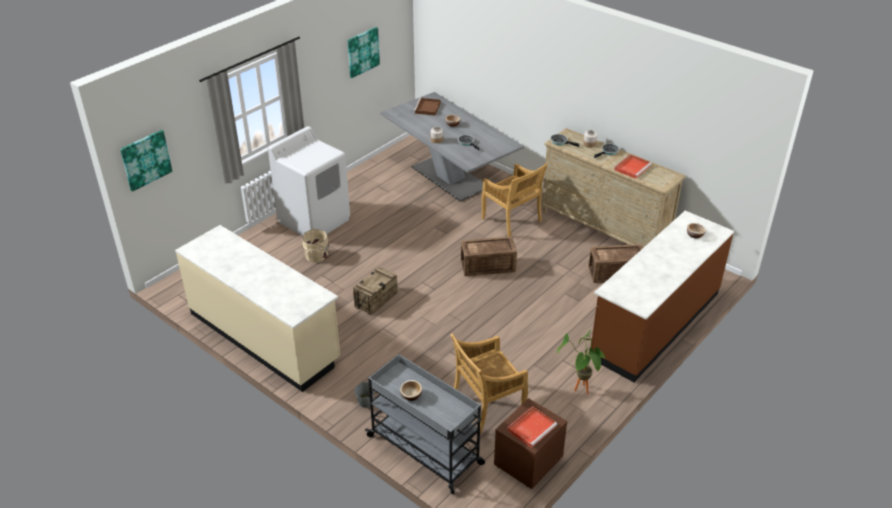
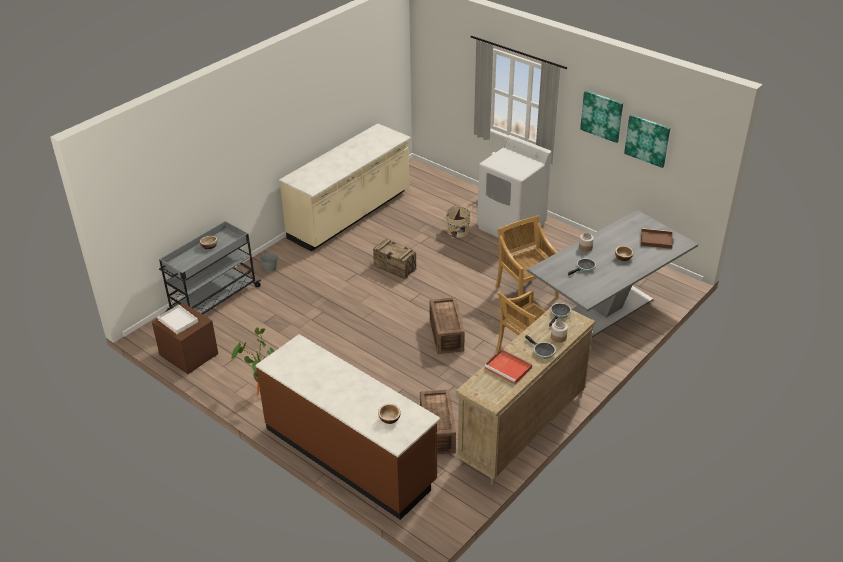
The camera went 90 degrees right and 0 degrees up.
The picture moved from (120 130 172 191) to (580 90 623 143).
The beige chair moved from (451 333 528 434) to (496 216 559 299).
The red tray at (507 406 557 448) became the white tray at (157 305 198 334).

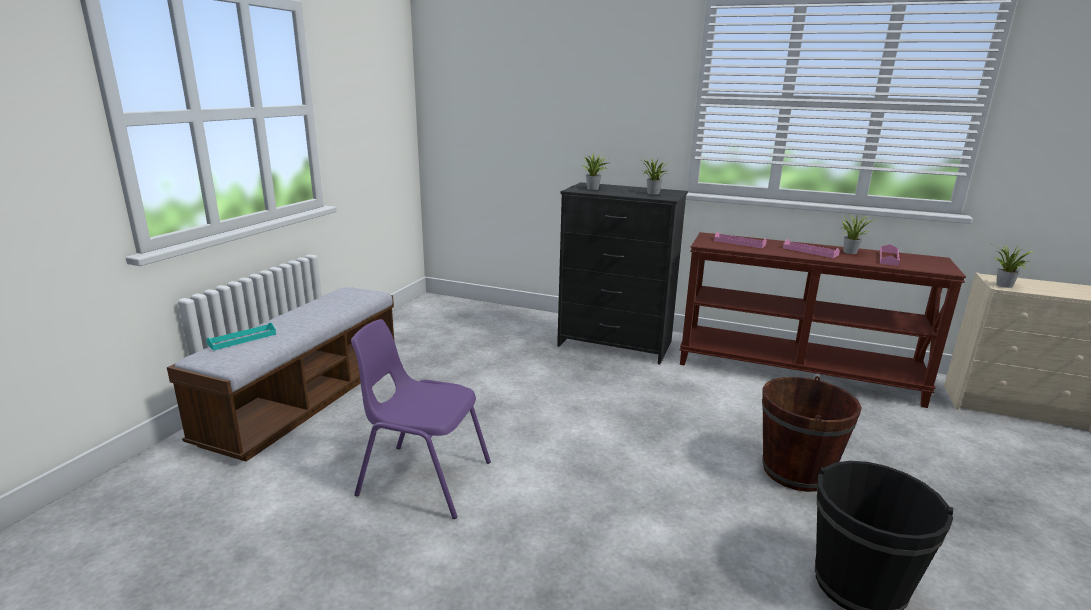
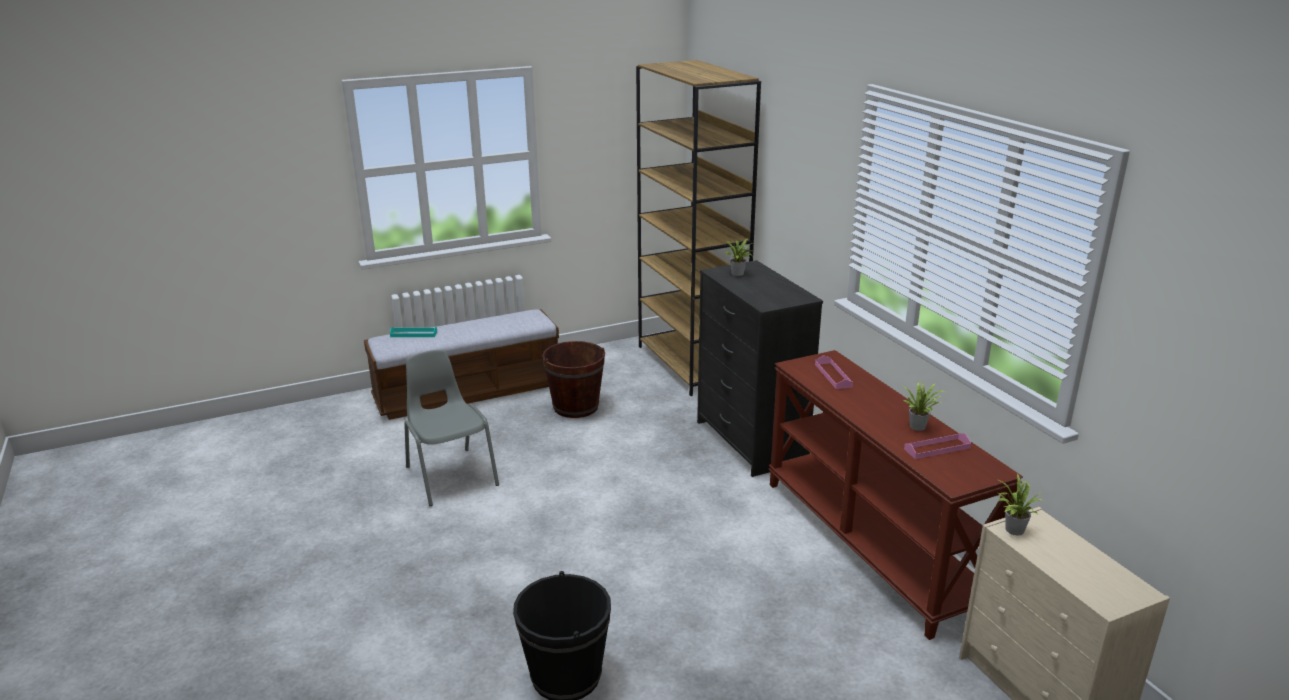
The camera went 45 degrees right and 5 degrees up.
The potted plant at (643 158 671 195) disappeared.
The pink tray at (783 239 840 258) disappeared.
The purple chair at (351 319 491 519) became the grey chair at (404 350 499 506).
The brown bucket moved from (762 376 862 492) to (542 341 605 418).
The brown bookcase at (636 60 761 396) appeared.

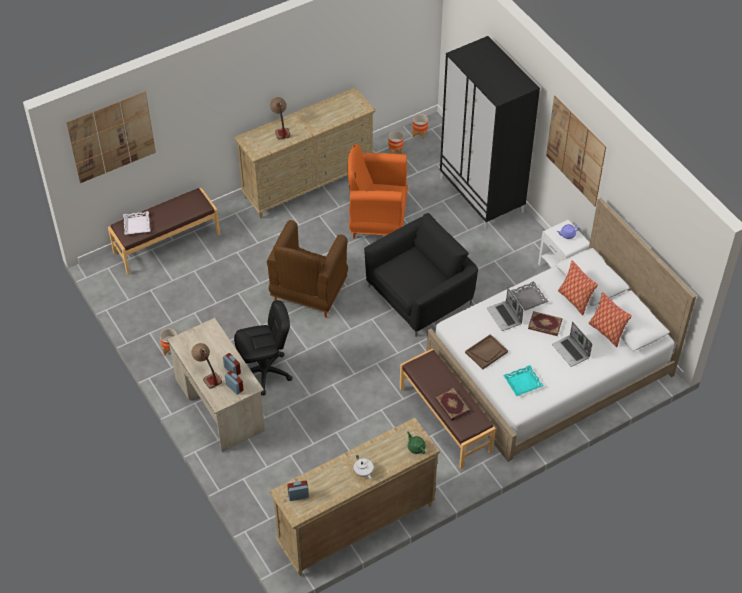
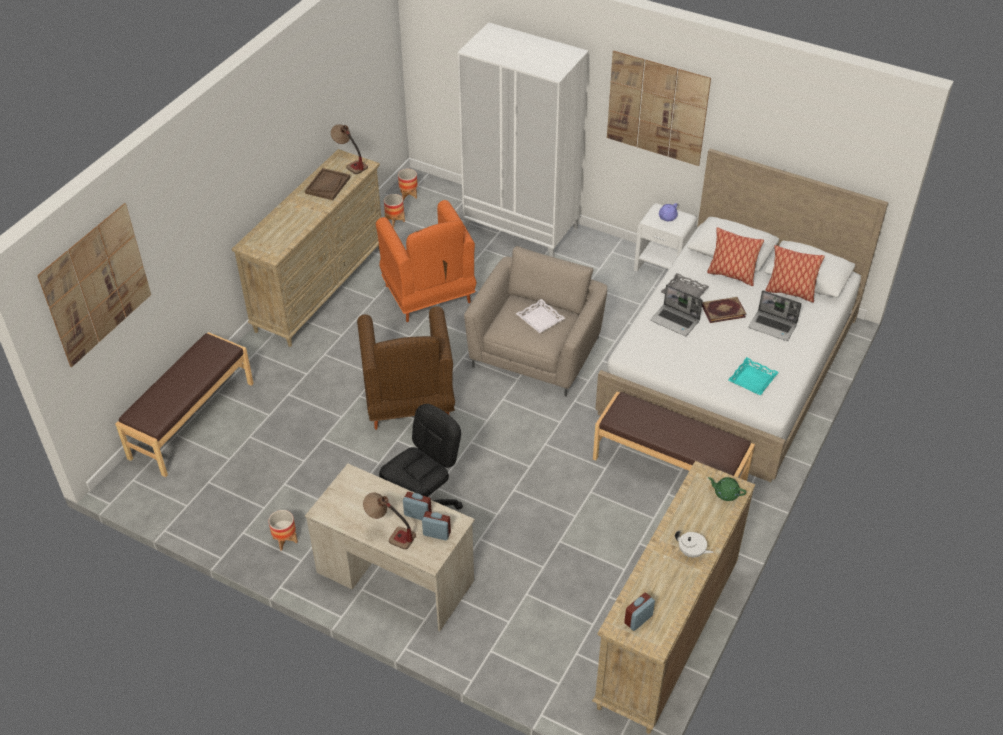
The camera went 30 degrees left and 5 degrees down.
The black wardrobe at (440 36 540 230) became the white wardrobe at (457 23 589 258).
The table lamp moved from (270 97 291 139) to (331 125 368 174).
The orange armchair at (347 144 408 239) turned 90 degrees counterclockwise.
The white tray moved from (123 211 151 235) to (516 299 565 333).
The black armchair at (364 213 478 337) became the beige armchair at (464 246 607 397).
The brown tray moved from (465 334 508 369) to (305 168 350 200).
The book at (435 388 470 421) disappeared.

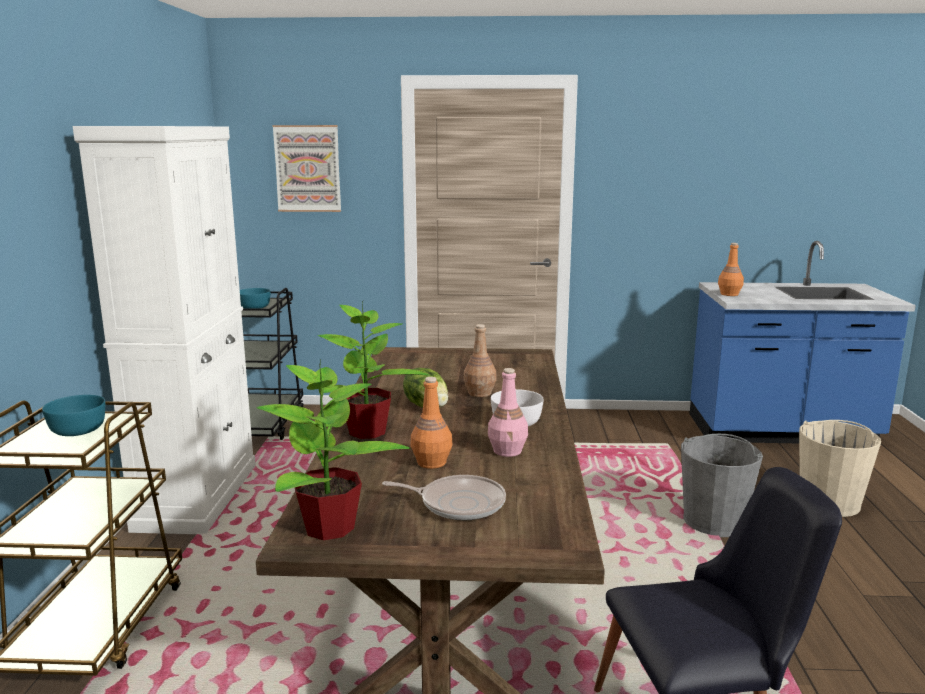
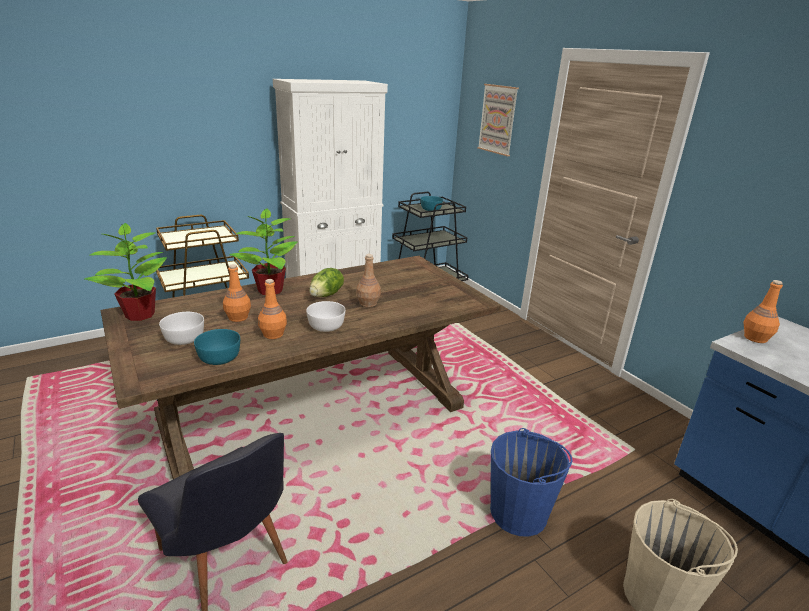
The camera went 55 degrees right and 10 degrees up.
The pink bottle at (488 368 528 457) became the orange bottle at (258 279 287 339).
The turquoise bowl moved from (42 395 105 436) to (194 329 240 365).
The grey bucket at (681 434 763 537) became the blue bucket at (490 428 573 537).
The frying pan at (382 475 506 521) was replaced by the white bowl at (159 312 204 345).

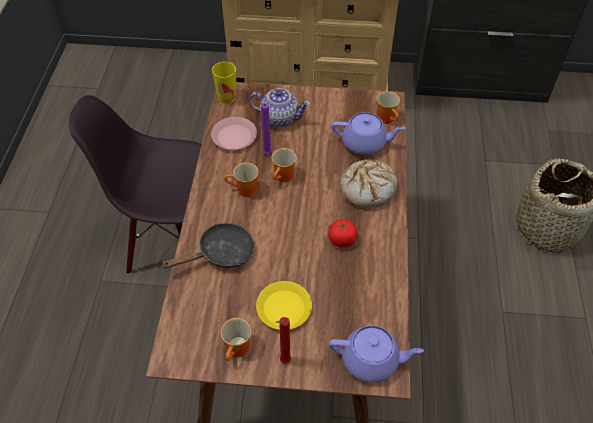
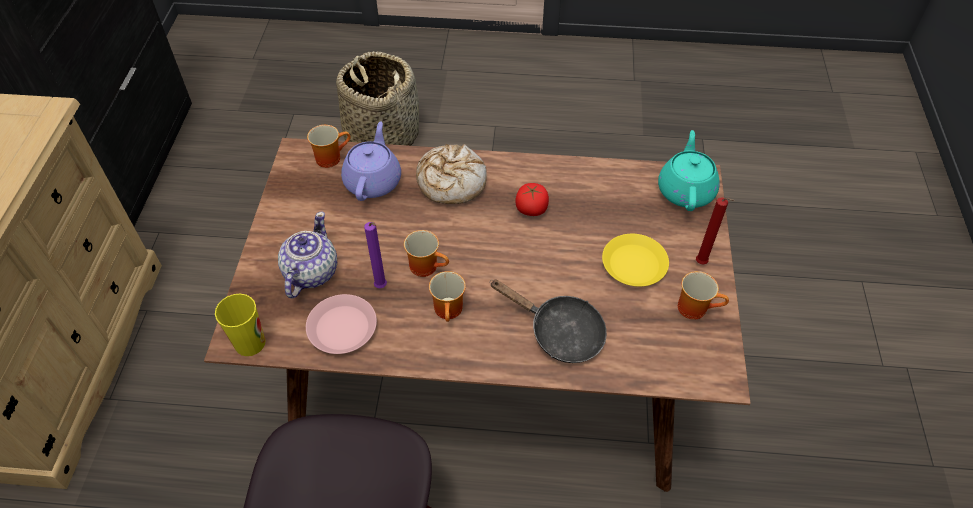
The camera went 90 degrees left and 0 degrees up.
The black frying pan at (161 223 255 269) turned 150 degrees clockwise.
The purple teapot at (329 325 424 383) became the turquoise teapot at (658 130 720 211).

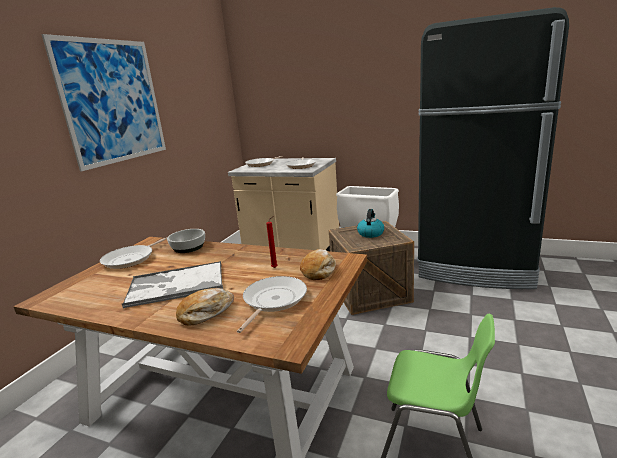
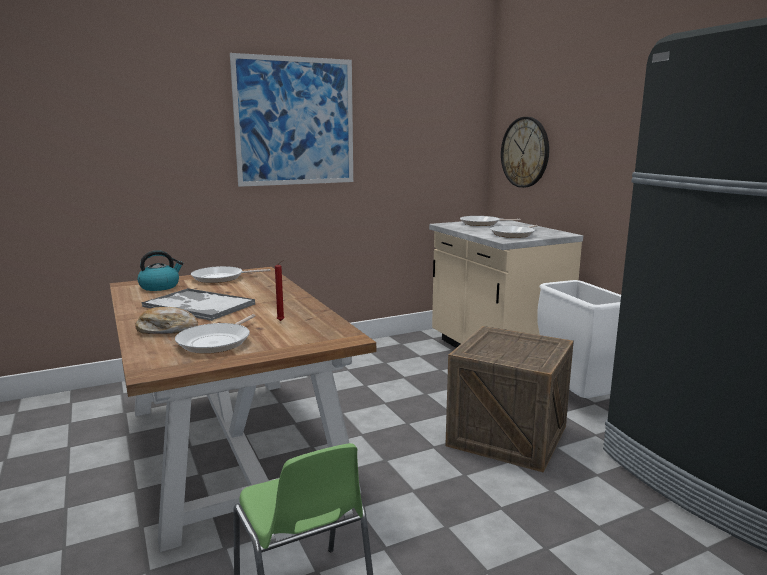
The camera went 40 degrees right and 5 degrees down.
The kettle moved from (357 209 384 238) to (138 250 184 291).
The bowl at (167 229 205 253) disappeared.
The bread at (300 249 336 280) disappeared.
The frying pan at (237 276 307 333) turned 135 degrees clockwise.
The wall clock at (501 117 549 188) appeared.

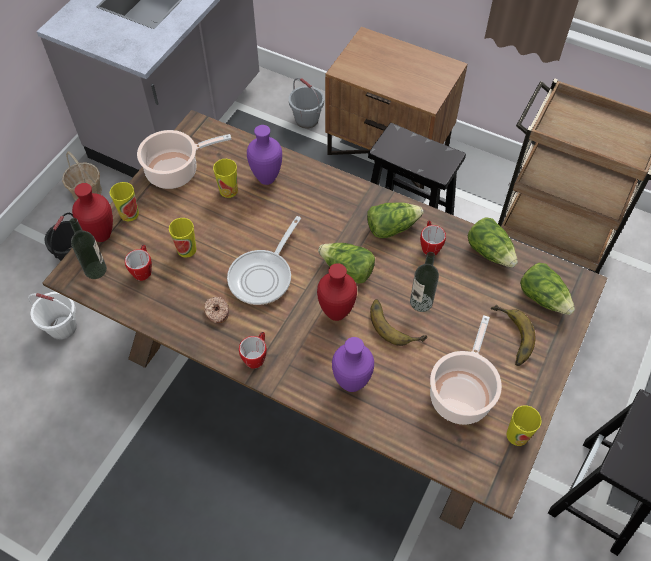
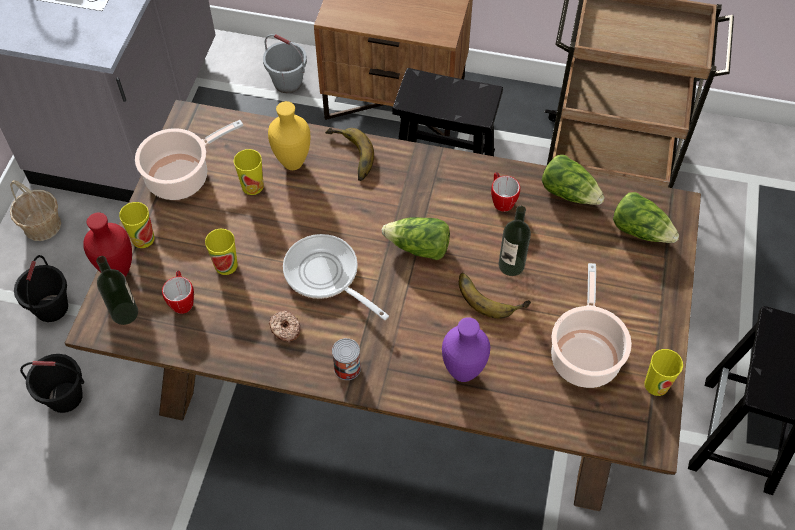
The camera went 15 degrees left and 0 degrees up.
The purple vase at (247 125 282 185) became the yellow vase at (268 101 310 170).
The lettuce at (367 202 423 238) disappeared.
The frying pan at (227 216 301 305) turned 120 degrees clockwise.
The red vase at (317 263 357 321) disappeared.
The white bucket at (28 292 77 340) became the black bucket at (20 354 84 413).
The banana moved from (491 305 535 366) to (325 128 374 181).
The mug at (239 332 267 369) was replaced by the can at (332 338 361 380).

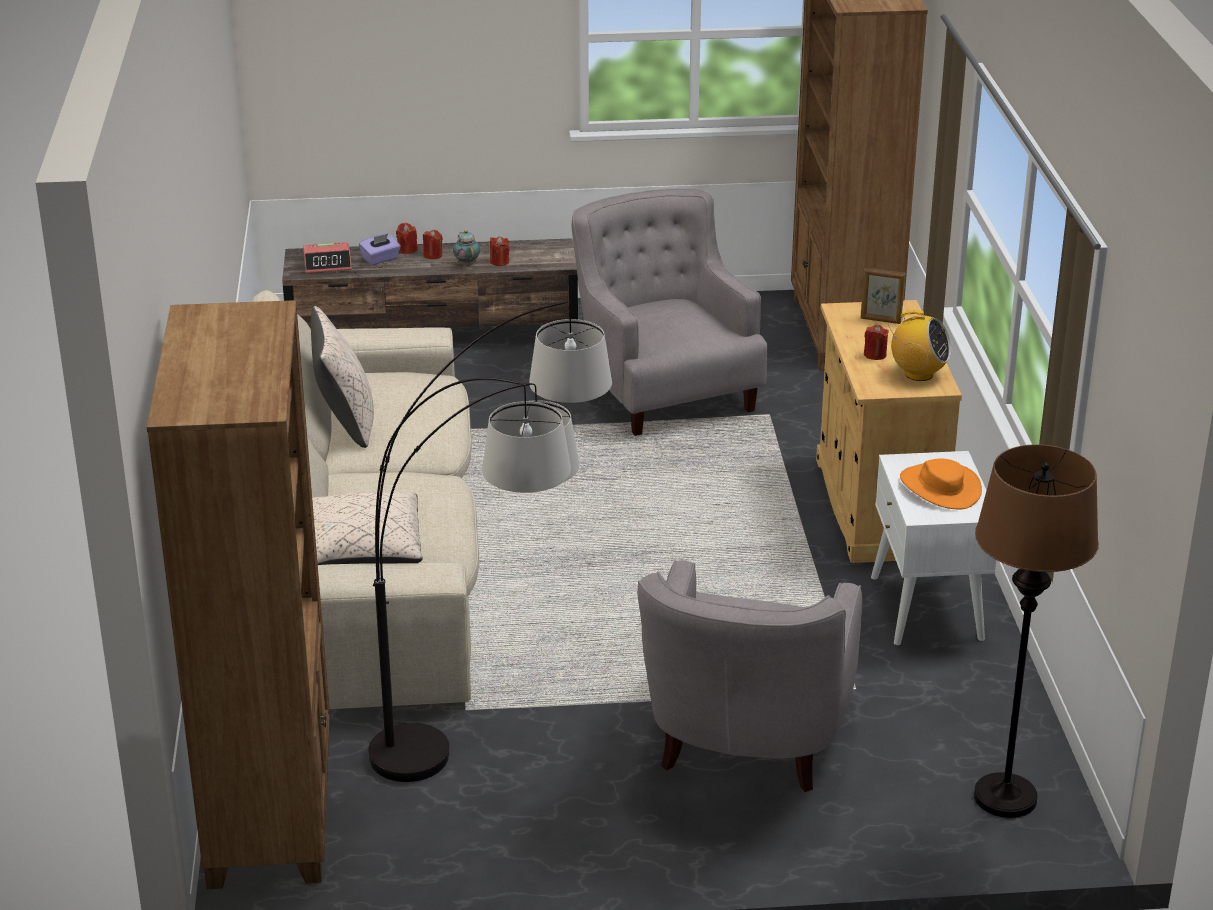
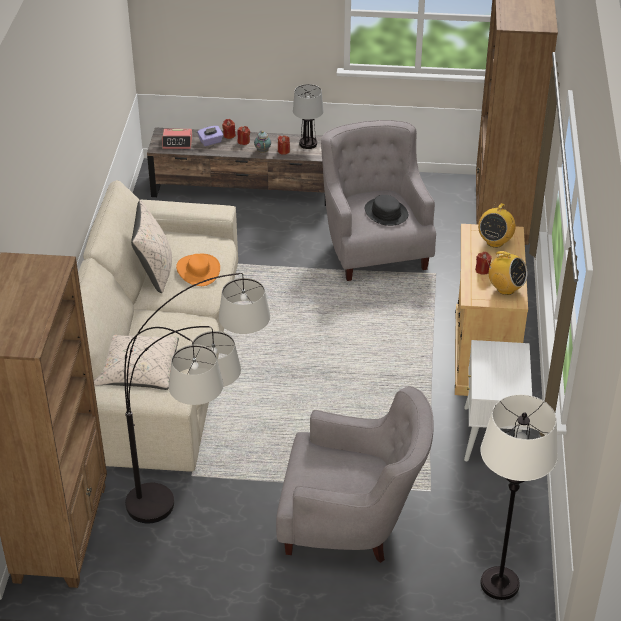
The camera went 10 degrees right and 10 degrees up.
The picture frame at (861 267 905 324) was replaced by the radio at (478 201 516 248).
The brown floor lamp at (974 444 1099 818) became the white floor lamp at (480 394 558 600).
The orange hat moved from (900 459 982 509) to (176 254 220 286).
The grey armchair at (637 560 862 792) turned 105 degrees counterclockwise.
The table lamp at (293 84 323 149) appeared.
The black hat at (365 195 408 226) appeared.

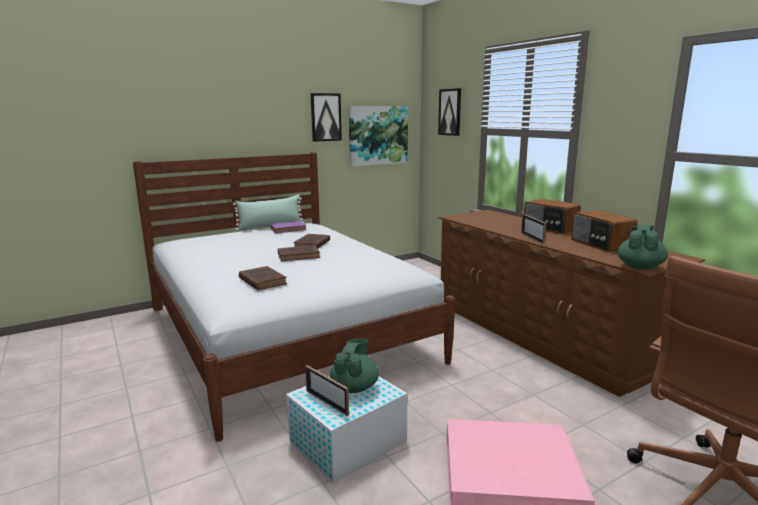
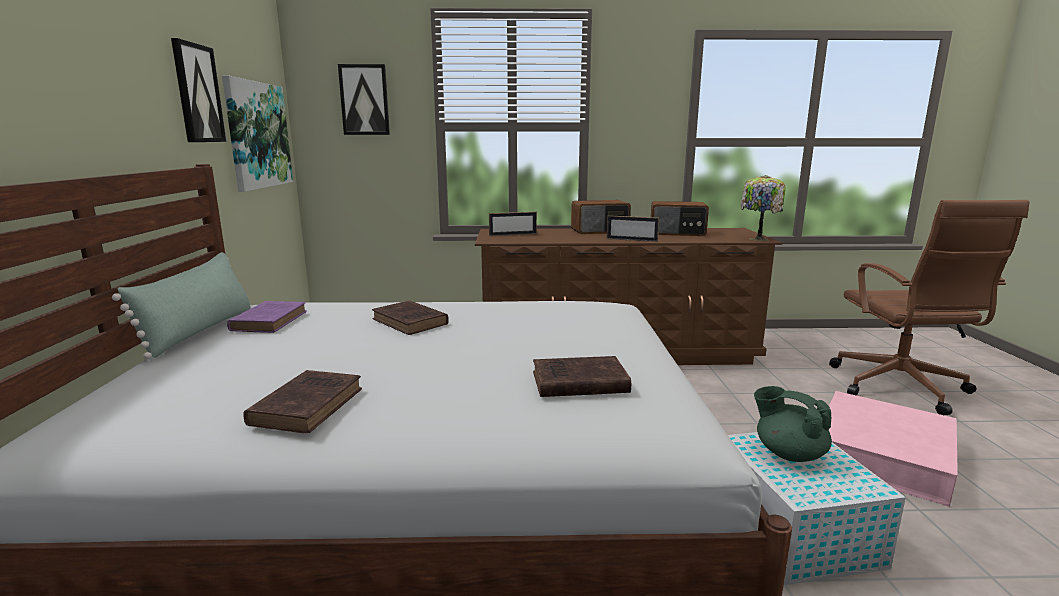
The camera went 60 degrees left and 0 degrees up.
The green teapot at (618 225 668 269) was replaced by the table lamp at (741 175 786 241).
The brown book moved from (278 245 320 261) to (243 370 362 434).
The picture frame moved from (305 365 349 416) to (489 212 537 236).

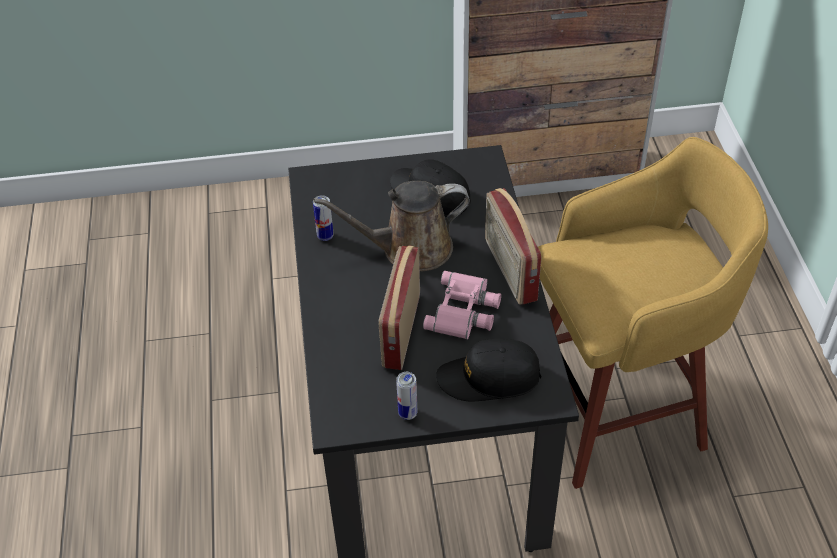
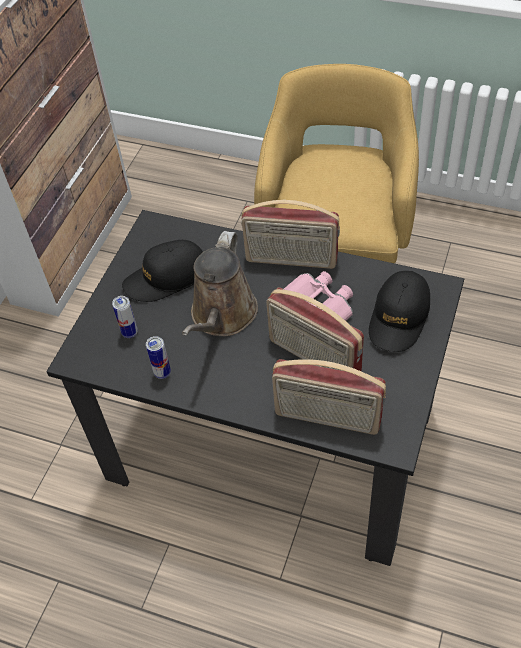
The camera went 60 degrees left and 5 degrees up.
The can moved from (396 372 417 420) to (112 296 138 338).
The radio at (272 359 386 435) appeared.

